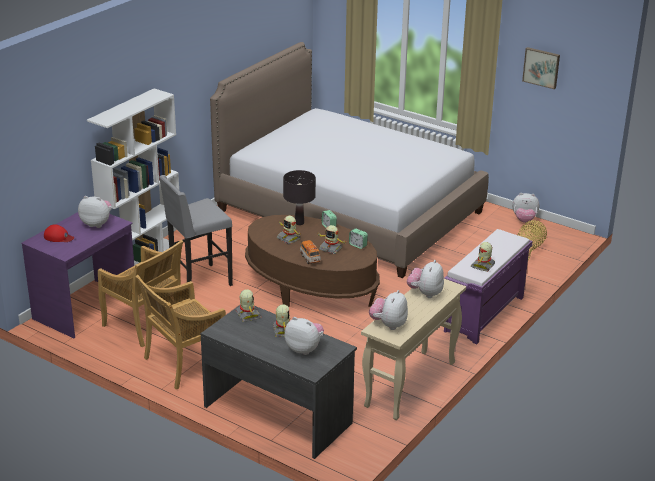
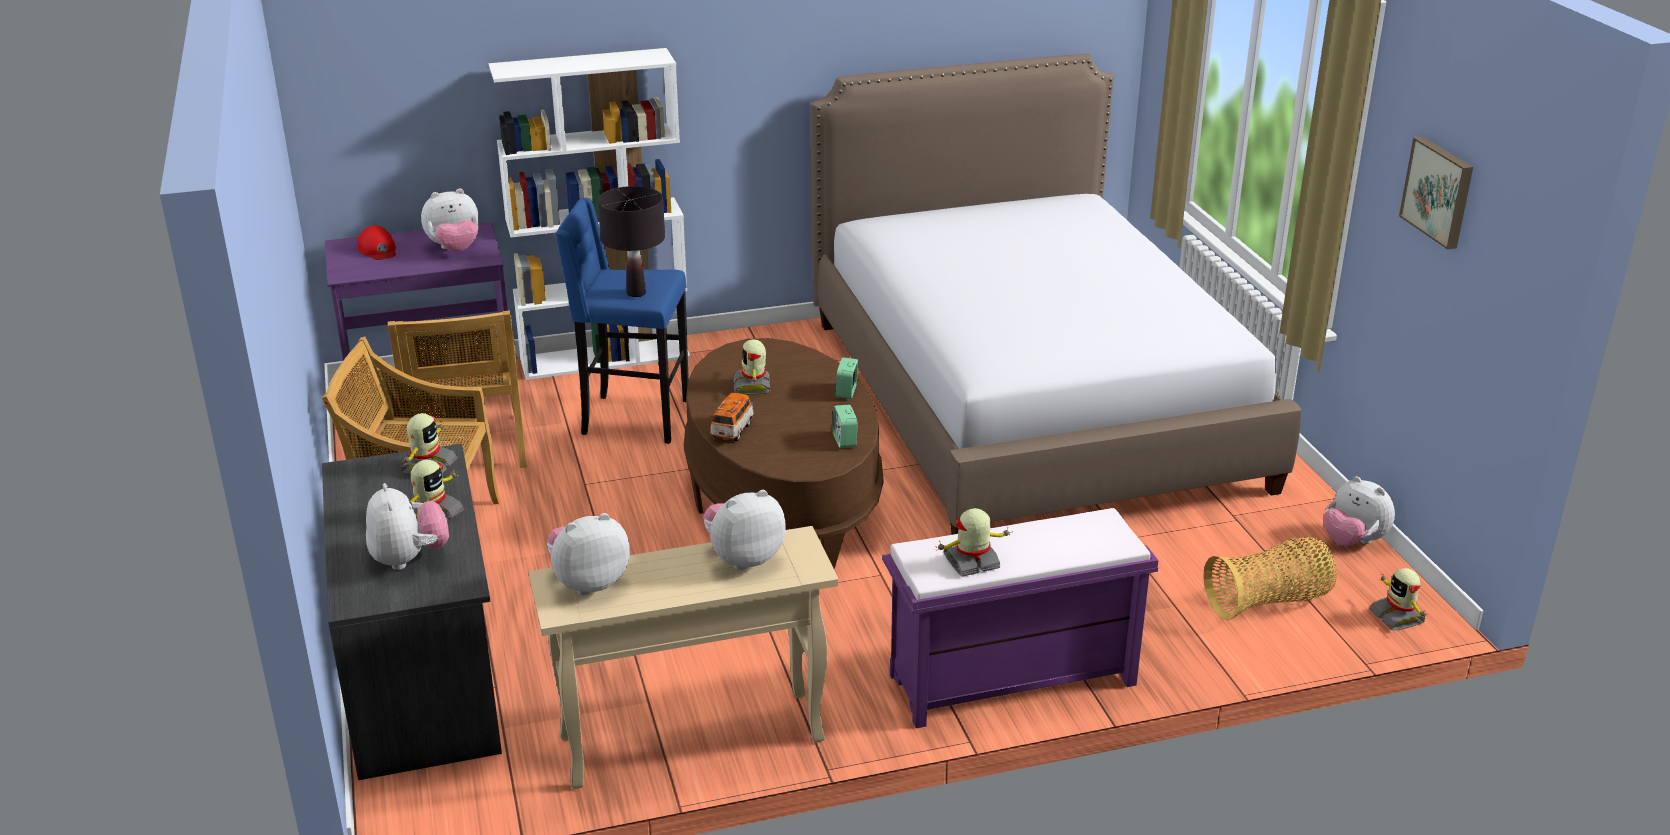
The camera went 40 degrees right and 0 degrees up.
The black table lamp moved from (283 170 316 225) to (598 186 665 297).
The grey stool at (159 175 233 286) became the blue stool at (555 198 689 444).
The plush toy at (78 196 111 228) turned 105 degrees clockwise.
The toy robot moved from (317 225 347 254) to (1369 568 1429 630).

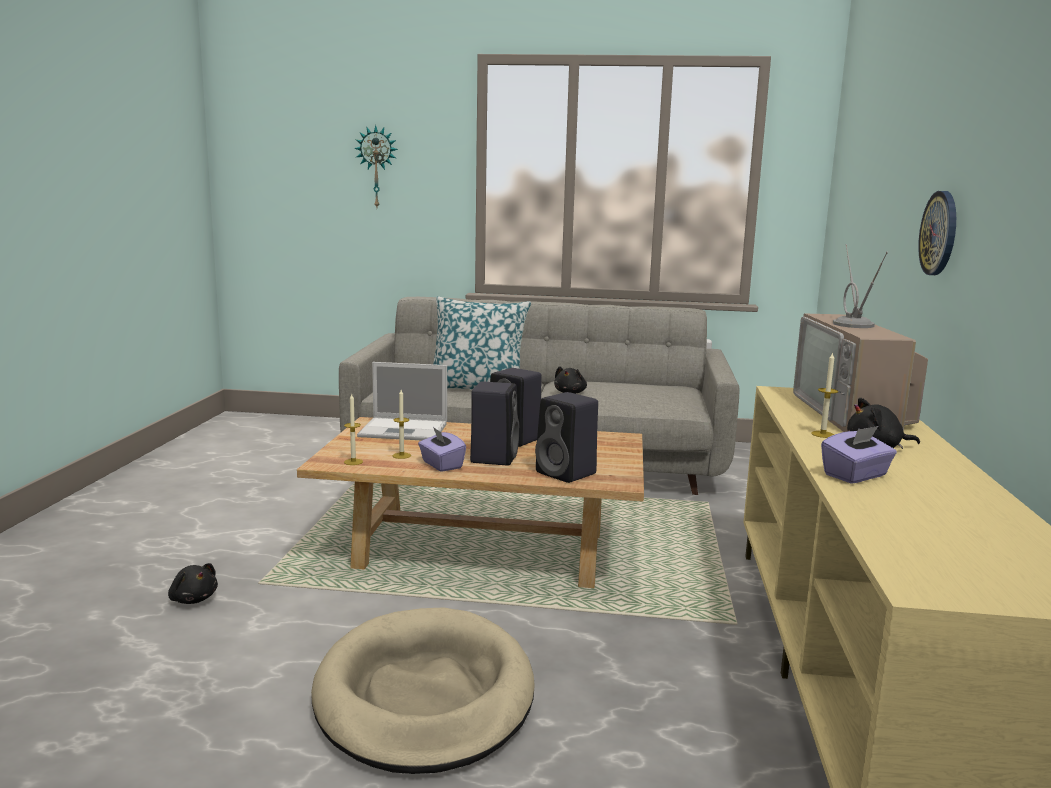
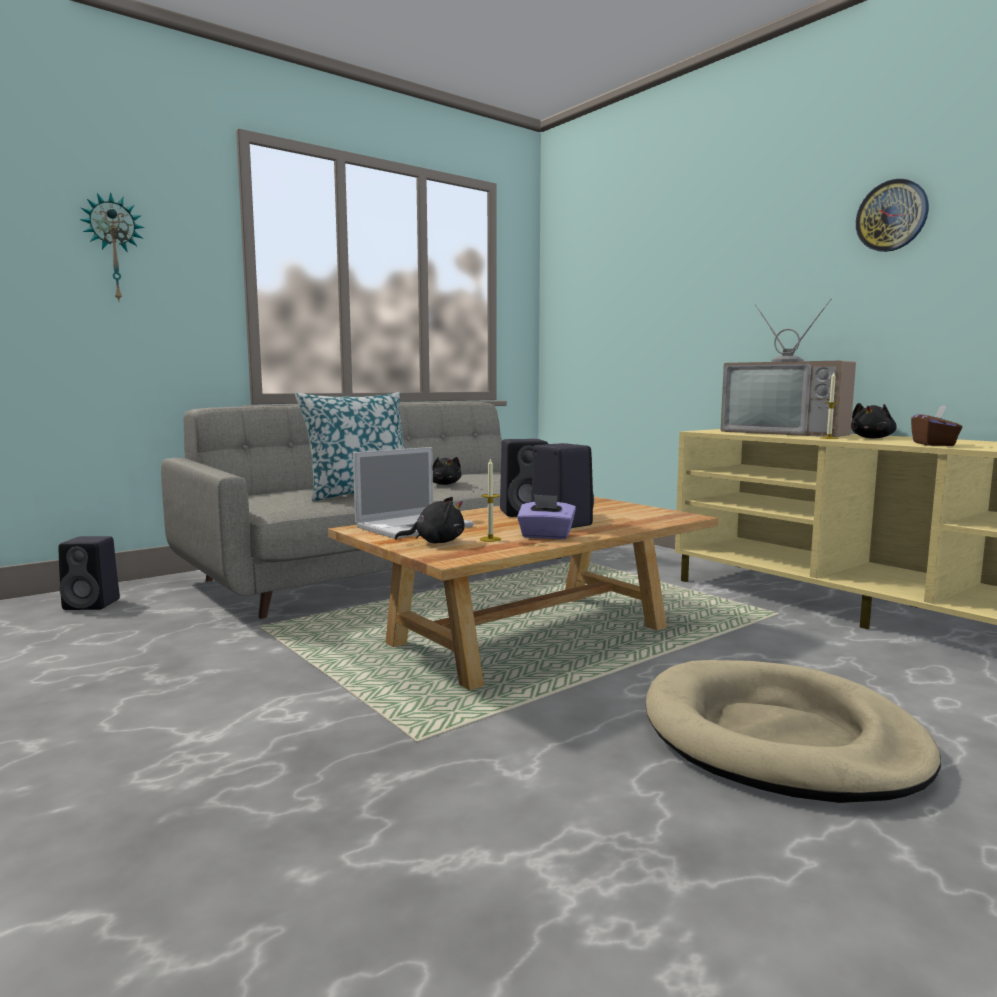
The camera went 45 degrees left and 5 degrees down.
The wall clock moved from (918 191 956 275) to (856 179 929 252).
The black speaker moved from (535 392 598 483) to (58 536 120 610).
The candle at (344 394 363 465) disappeared.
The purple tissue box at (821 426 897 484) became the brown tissue box at (911 405 963 446).
The black plush toy moved from (168 563 218 604) to (395 497 465 543).

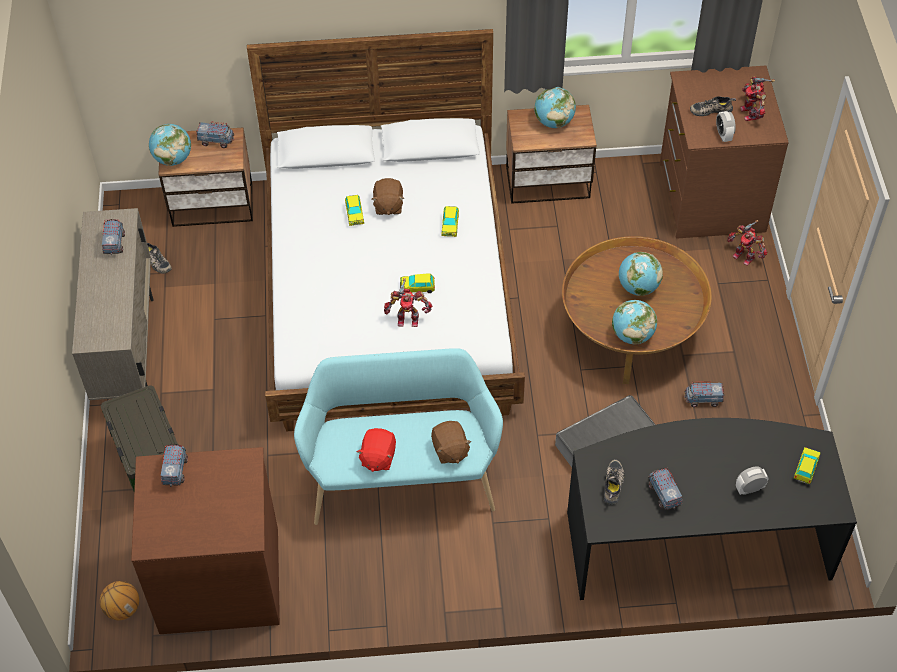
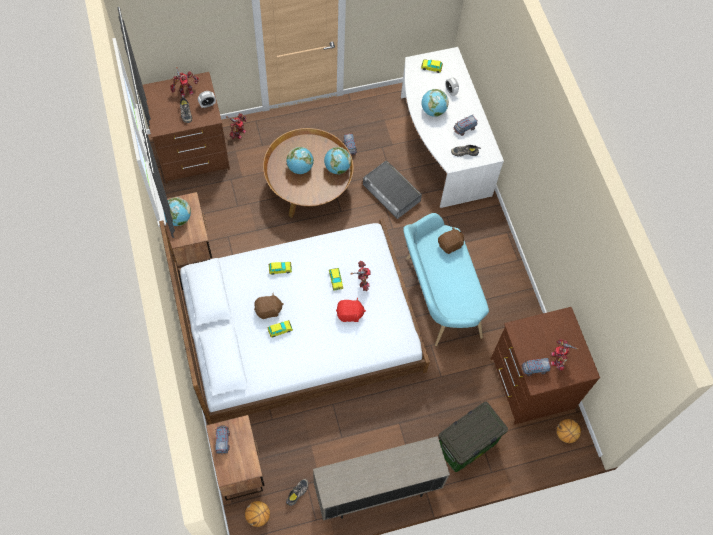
The camera went 105 degrees left and 10 degrees up.
The globe moved from (149 124 191 166) to (421 89 449 117).
The toy truck at (102 219 125 255) disappeared.
The black desk at (567 418 857 600) became the white desk at (401 47 504 208).
The red plush toy moved from (357 428 396 472) to (336 298 366 322).
The toy robot at (551 339 579 371) appeared.
The basketball at (245 501 270 527) appeared.

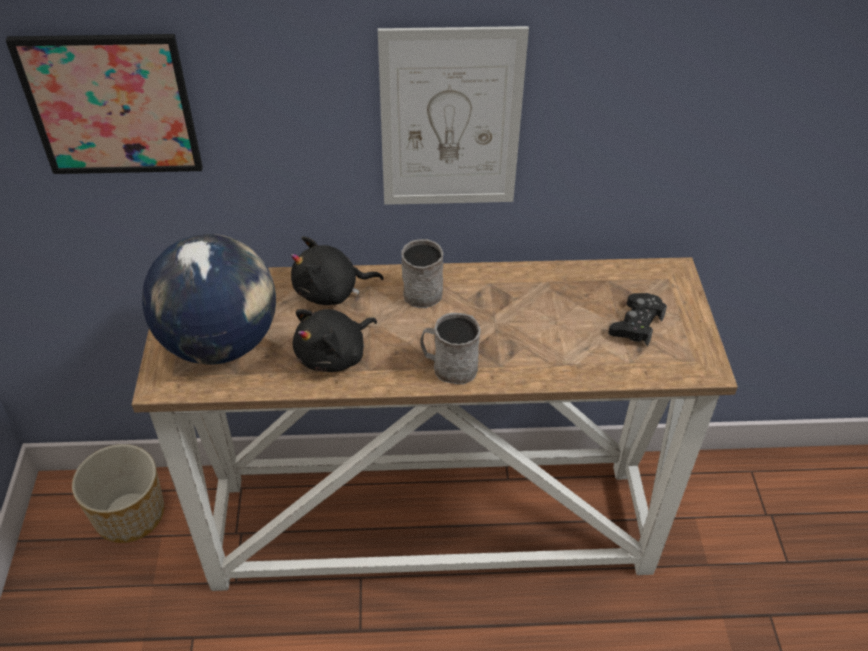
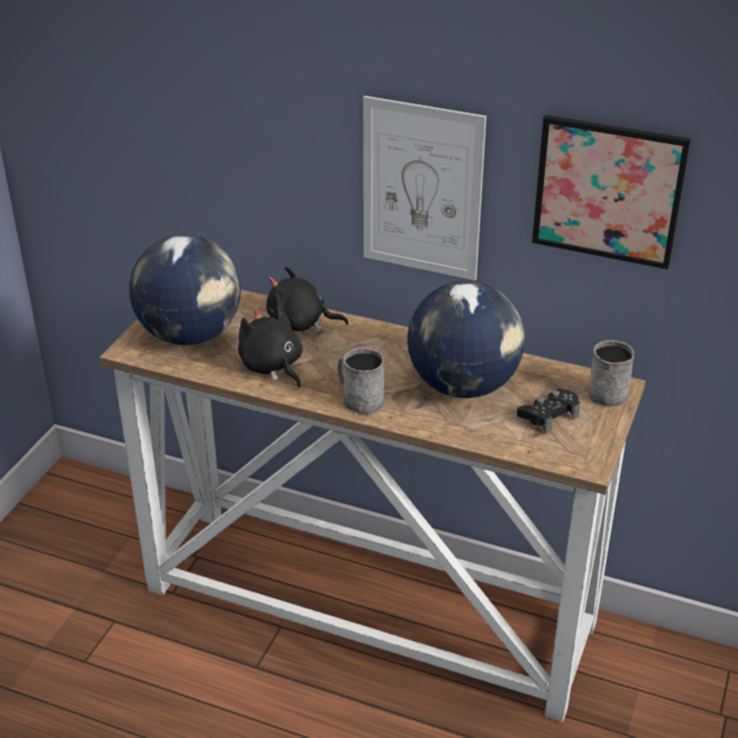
The camera went 25 degrees right and 10 degrees down.
The picture moved from (6 34 203 174) to (532 115 691 269).
The grey mug moved from (401 239 444 308) to (589 340 634 407).
The black plush toy at (293 309 377 372) turned 75 degrees clockwise.
The planter at (72 444 164 543) disappeared.
The globe at (407 281 525 398) appeared.

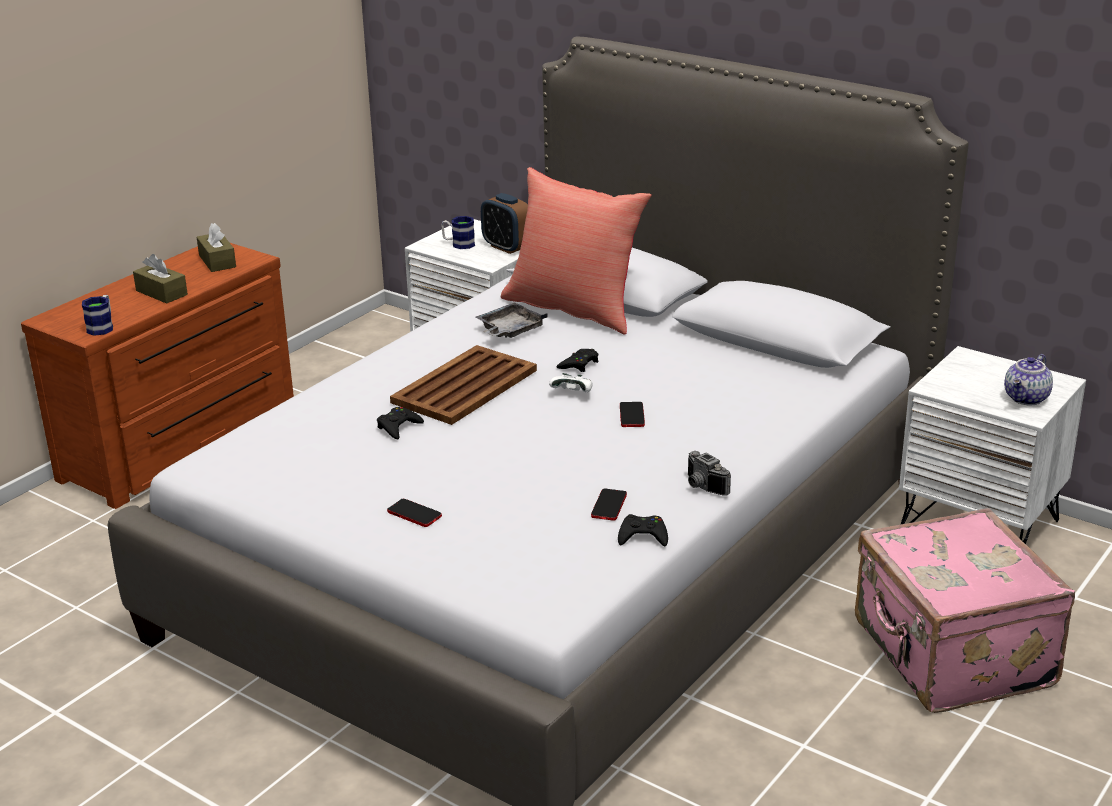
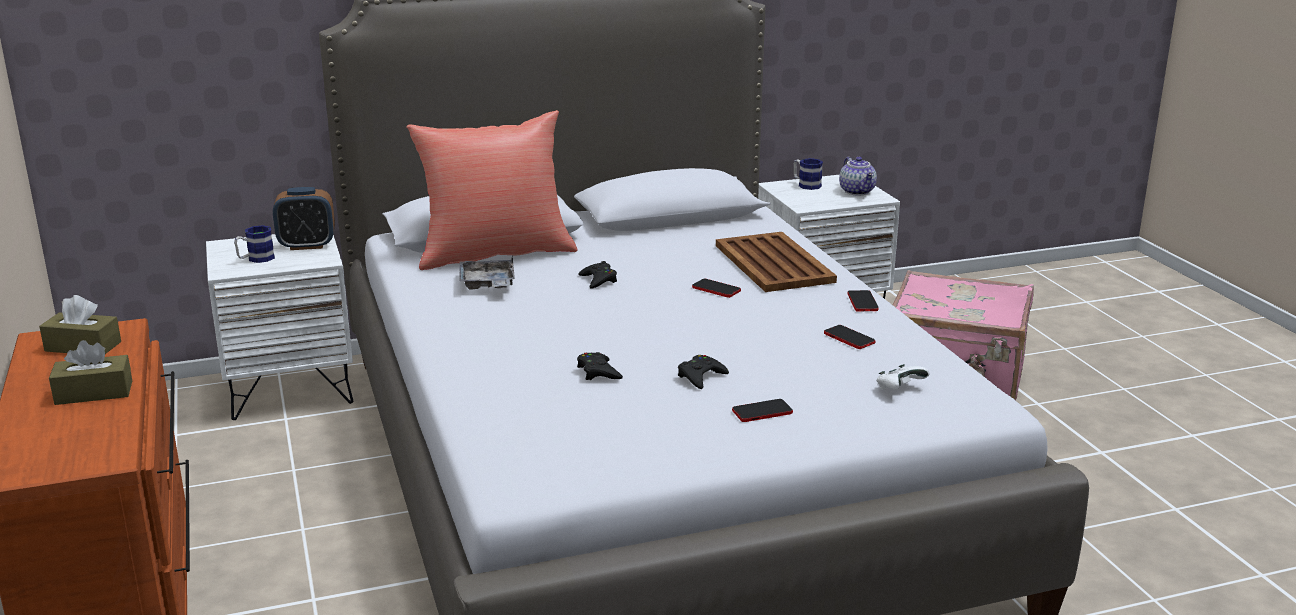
The camera went 55 degrees left and 5 degrees down.
The mug moved from (82 295 113 336) to (794 158 823 190).
The brown tray moved from (390 345 537 425) to (716 232 837 292).
The white game controller moved from (549 373 593 393) to (876 364 930 390).
The photo camera at (688 451 731 495) was replaced by the phone at (848 290 879 311).
The black game controller moved from (618 514 668 546) to (678 355 729 389).

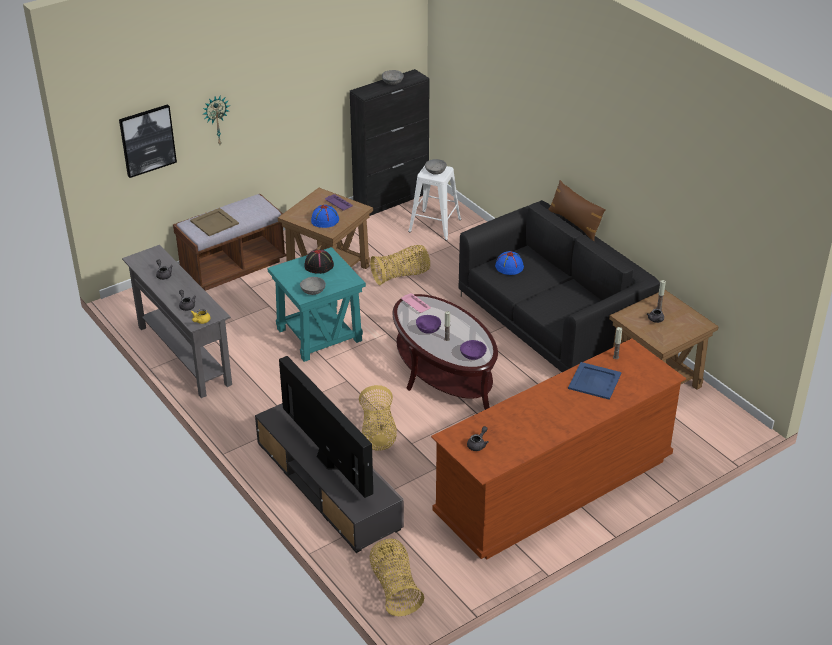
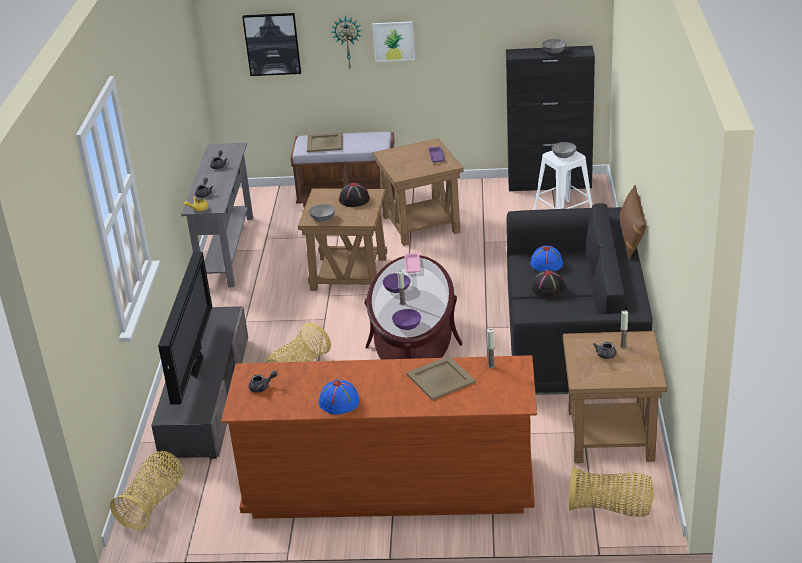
The camera went 40 degrees right and 5 degrees down.
The blue hat moved from (311 205 339 228) to (319 379 360 415).
The basket moved from (370 245 430 285) to (569 467 654 517).
The turquoise side table at (268 247 366 362) became the brown side table at (298 188 387 291).
The blue tray at (568 362 621 400) became the beige tray at (406 356 476 400).
The picture at (372 21 415 62) appeared.
The black hat at (532 270 566 298) appeared.

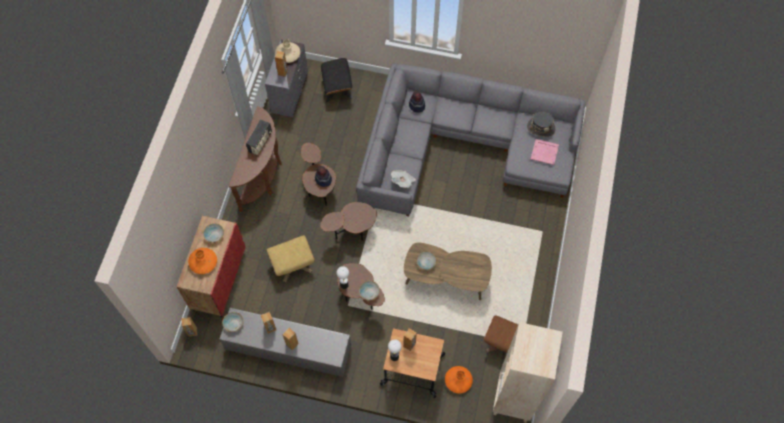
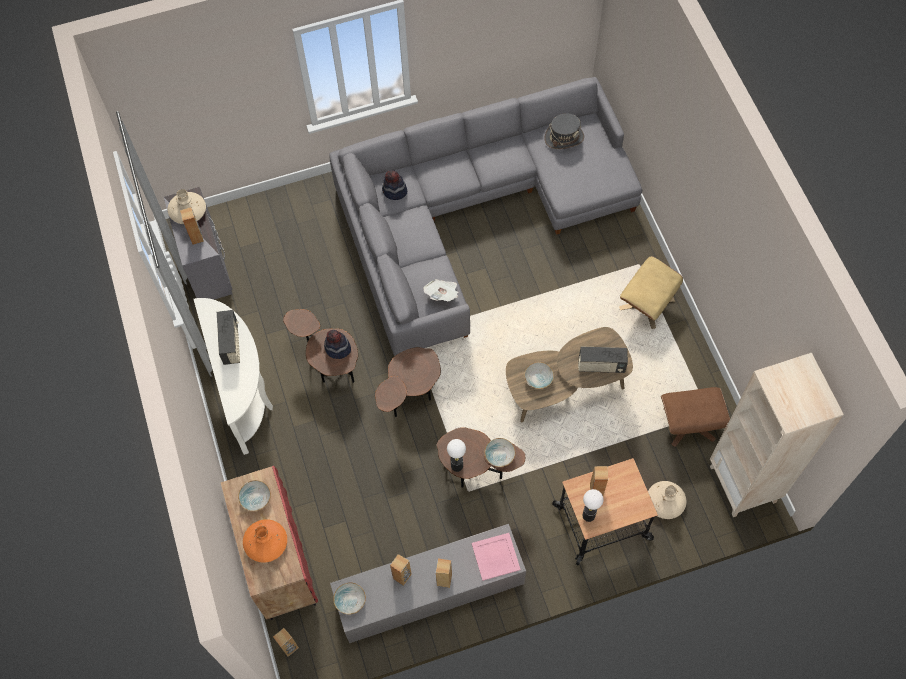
The camera went 30 degrees left and 0 degrees up.
The black ottoman at (321 58 353 102) disappeared.
The brown console table at (229 106 282 212) became the white console table at (194 298 273 455).
The pink tray moved from (531 139 559 165) to (472 533 521 581).
The beige ottoman moved from (266 235 315 282) to (619 256 683 329).
The orange vase at (445 366 473 394) became the beige vase at (648 481 687 519).
The radio at (578 346 628 373) appeared.

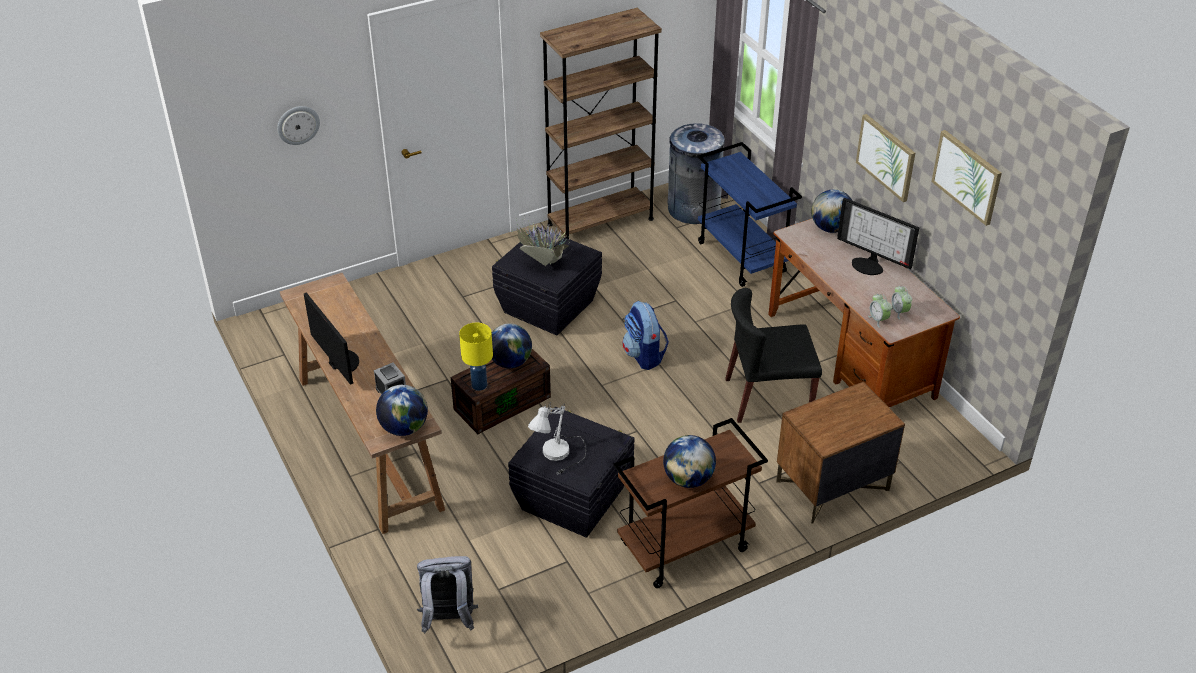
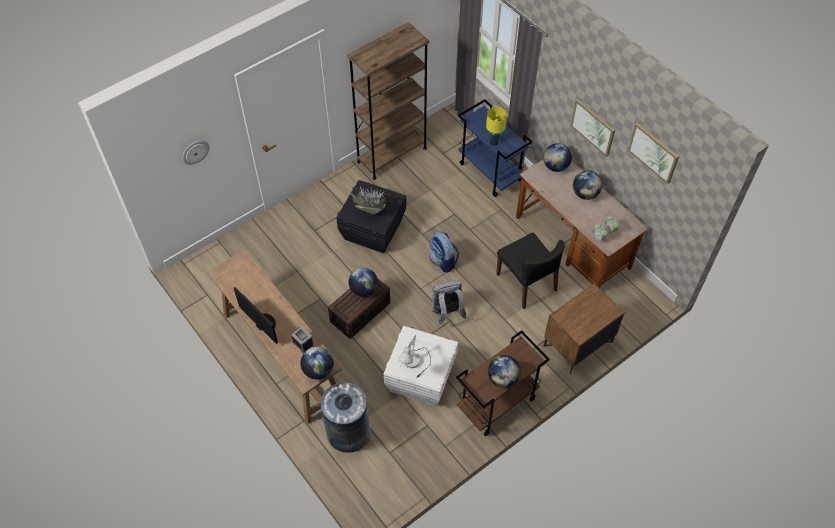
The camera went 10 degrees left and 15 degrees up.
The grey trash can moved from (668 123 725 224) to (320 382 370 453).
The monitor at (837 198 919 275) was replaced by the globe at (573 171 602 200).
The black chair at (725 288 822 423) turned 105 degrees counterclockwise.
The yellow table lamp moved from (459 323 493 391) to (486 107 507 146).
The black storage box at (508 407 634 538) became the white storage box at (384 326 458 406).
The grey backpack moved from (417 556 478 634) to (432 280 466 324).

